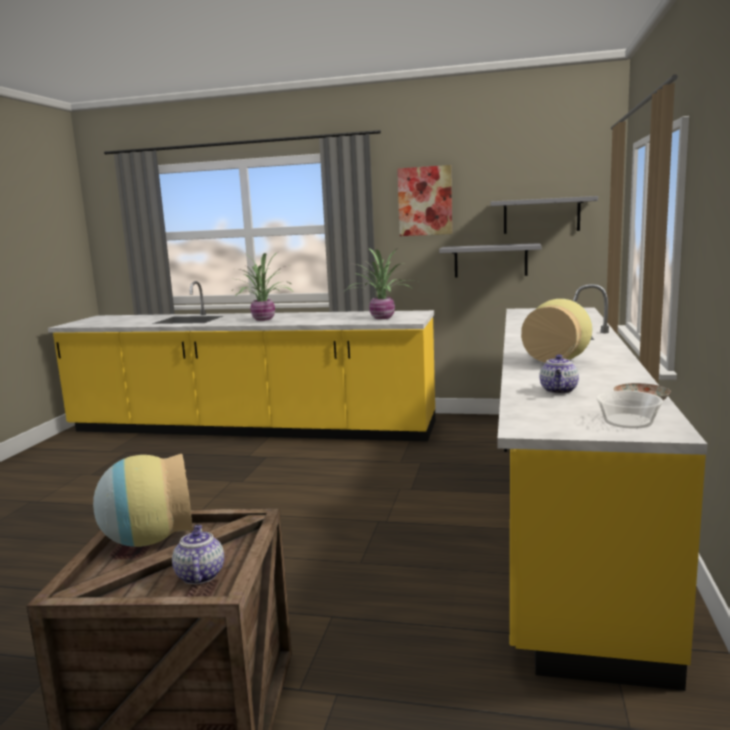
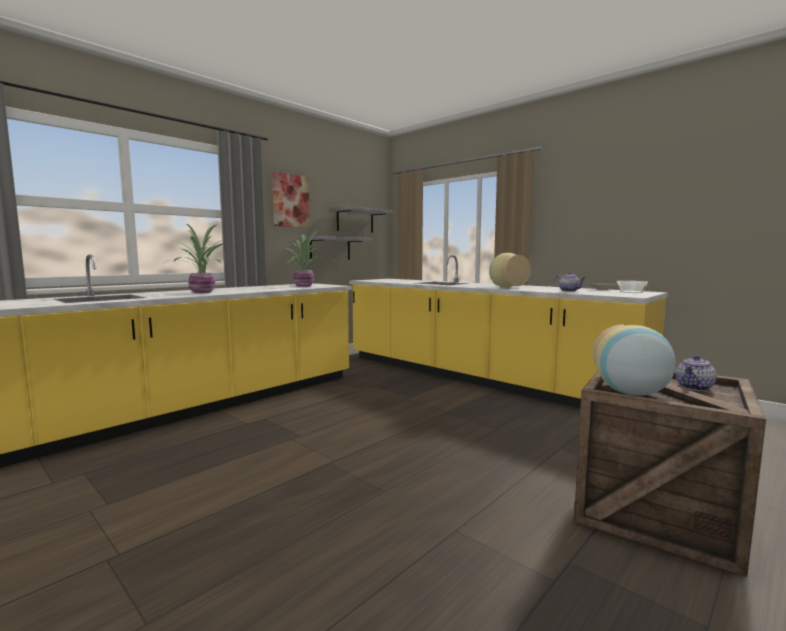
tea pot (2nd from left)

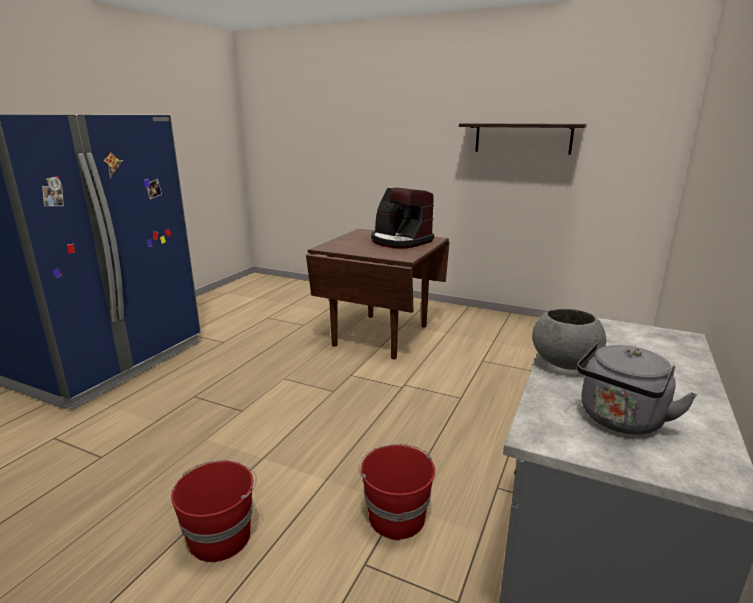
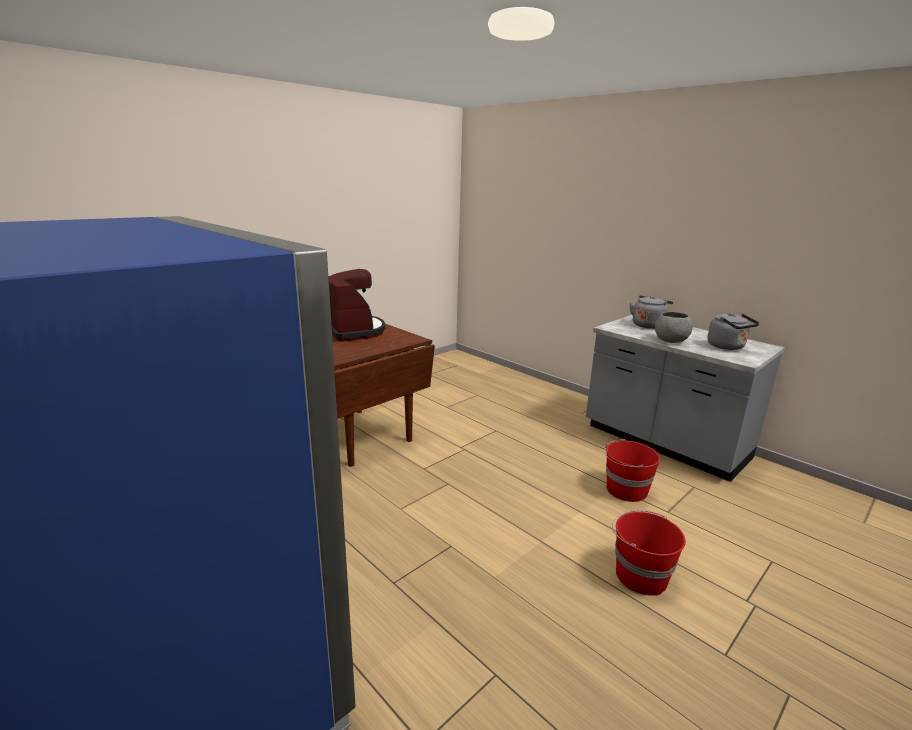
coffee brewer
greyish tea kettle (1st from left)
bracket shelf

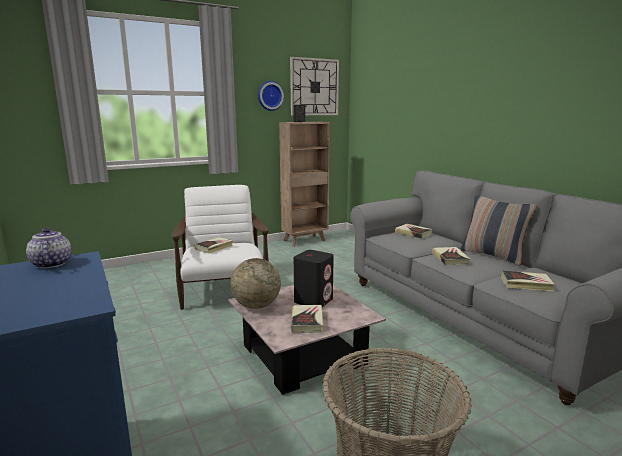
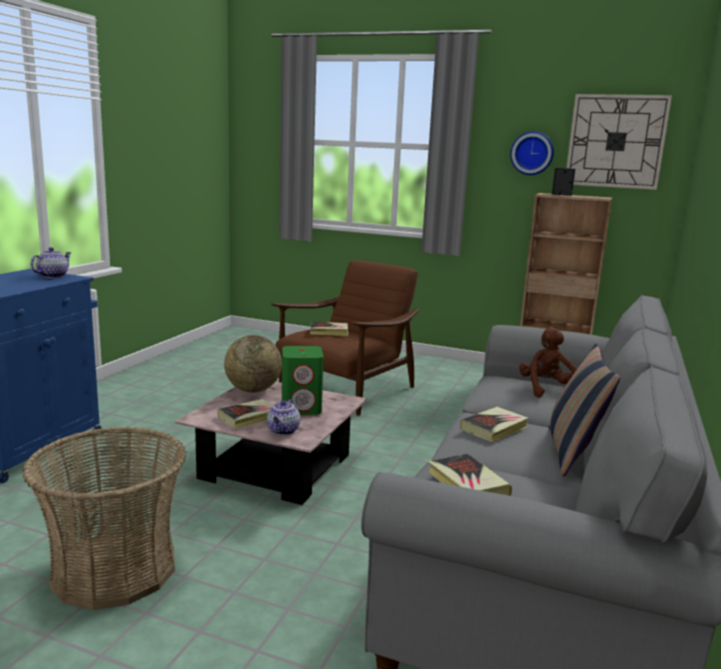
tea pot (2nd from left)
brownish armchair
greenish loudspeaker
brownish plush toy

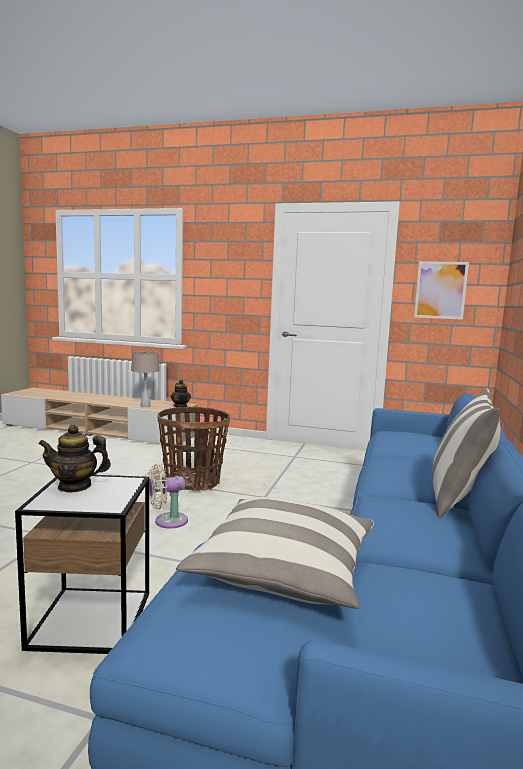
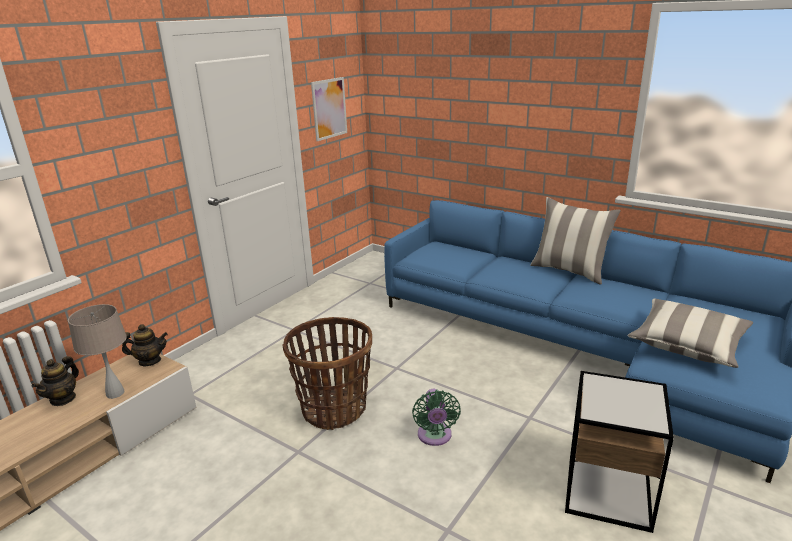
tea pot (1st from left)
greenish electric fan

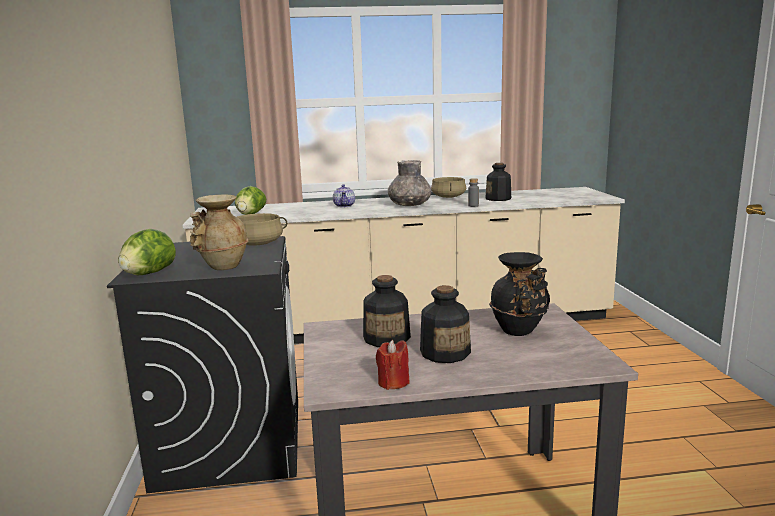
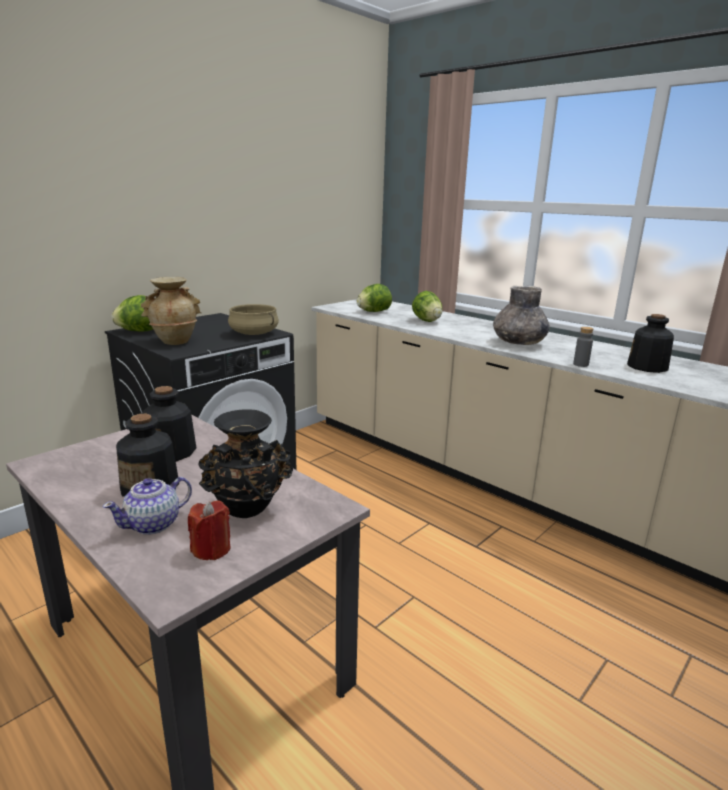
tea pot
red-coloured candle
lettuce head (3rd from left)
sand-coloured stockpot (2nd from left in the first image)

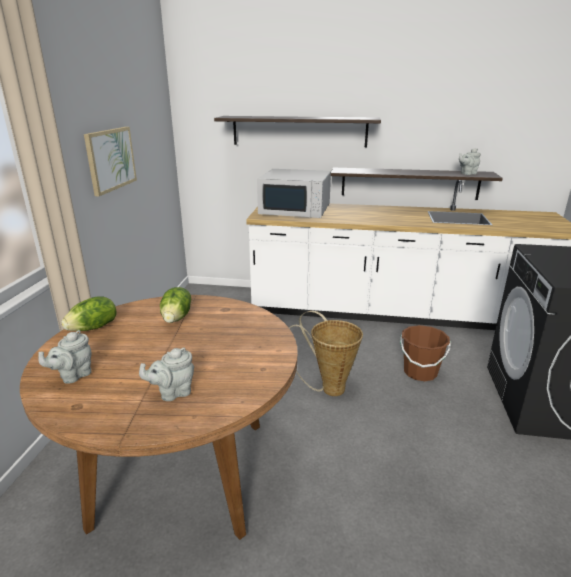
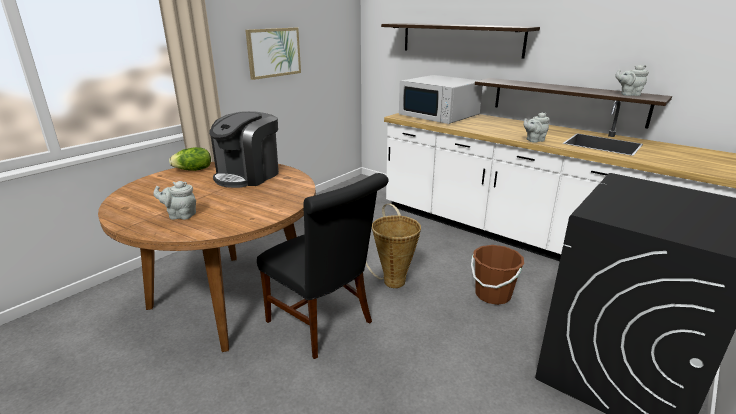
coffee brewer
black plain chair
greyish tea pot (2nd from left)

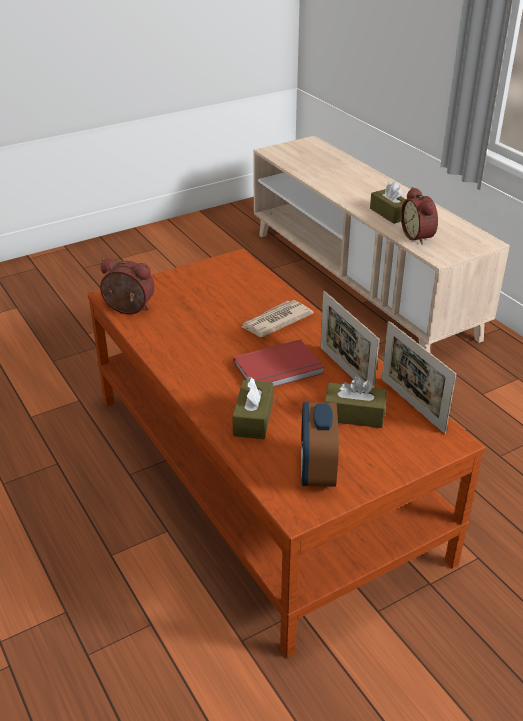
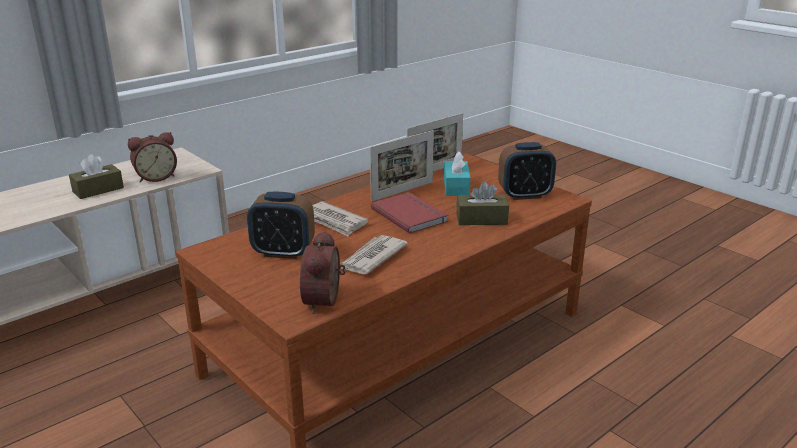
alarm clock (2nd from left)
newspaper (2nd from left)
blue-green tissue holder

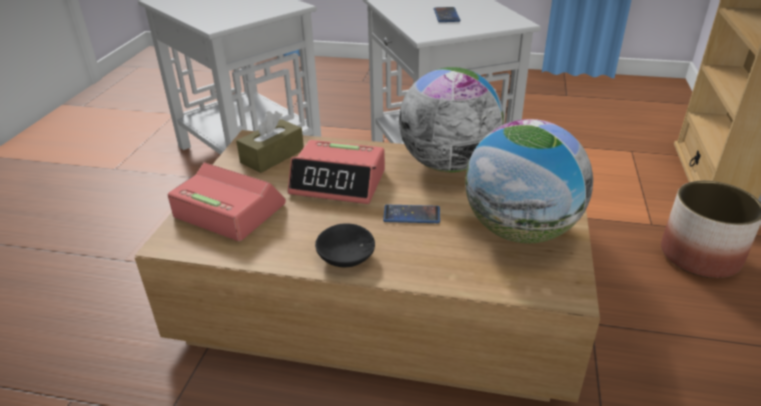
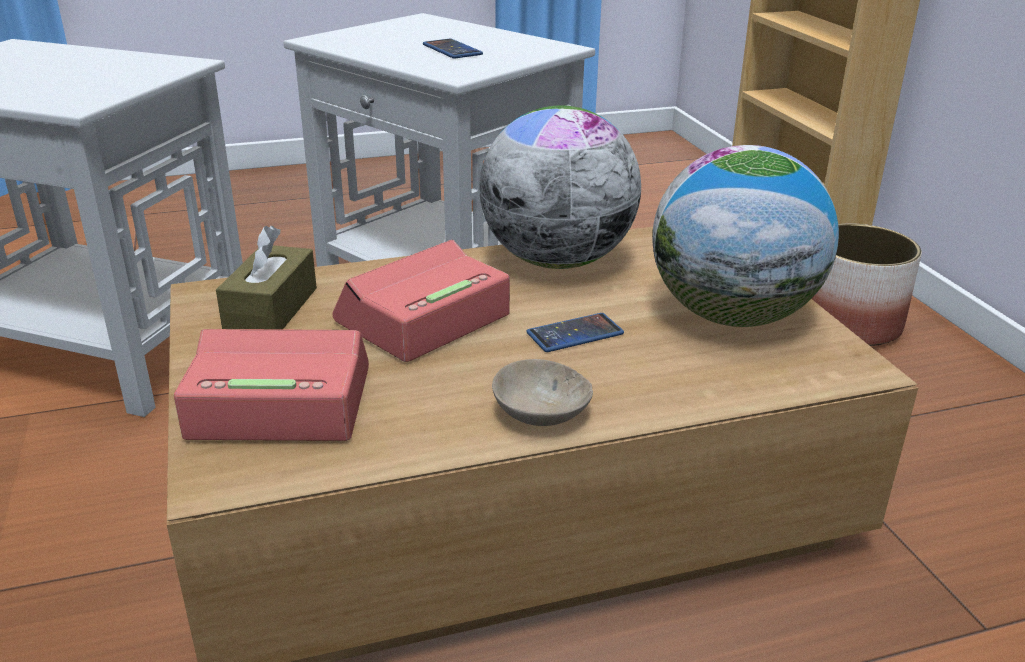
alarm clock (2nd from left)
sand-coloured bowl

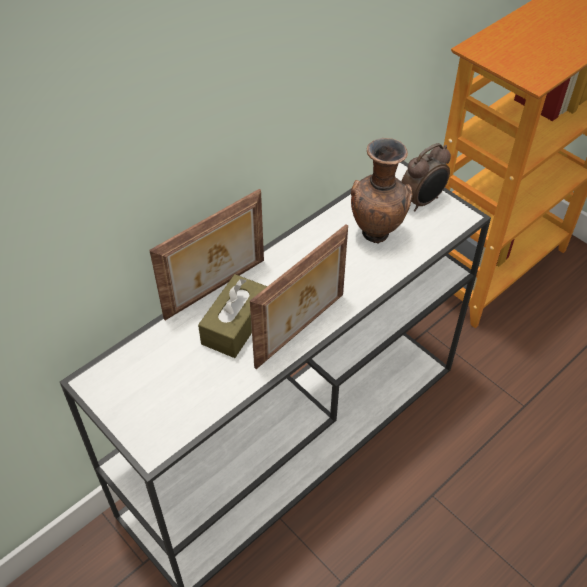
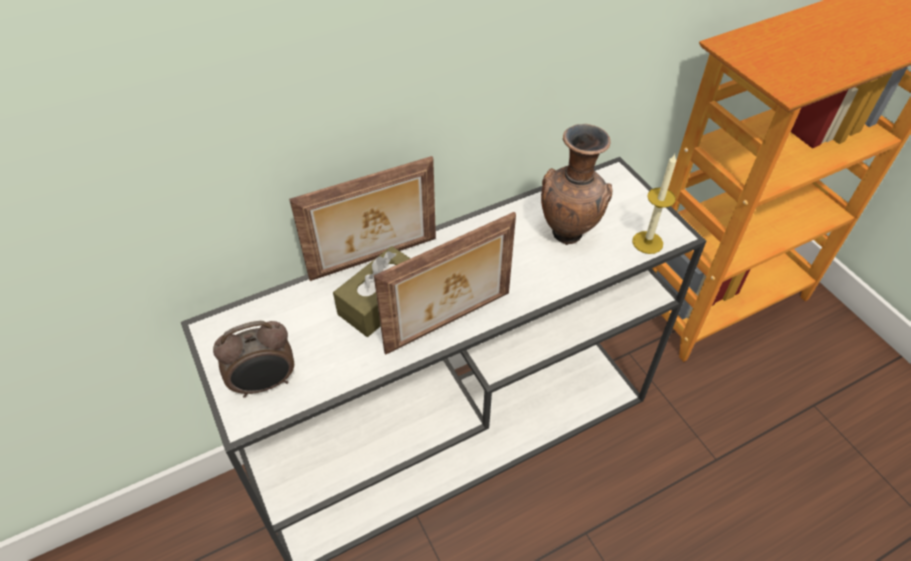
alarm clock
candle

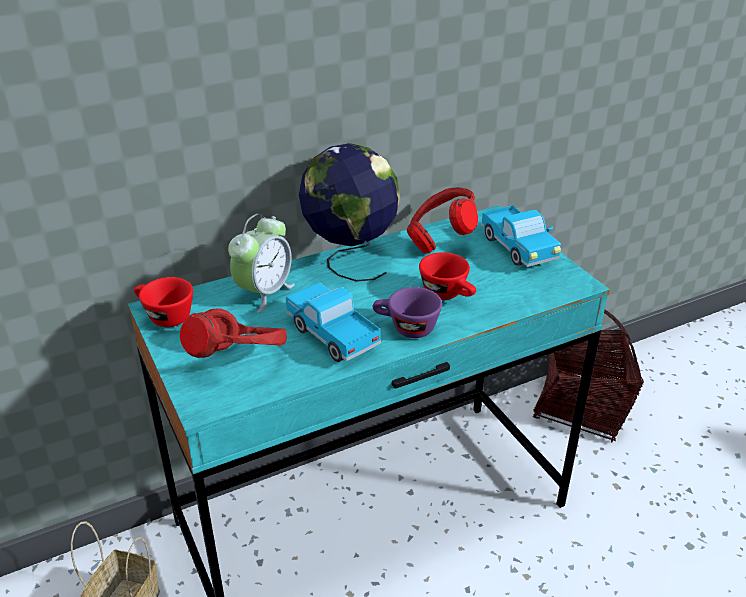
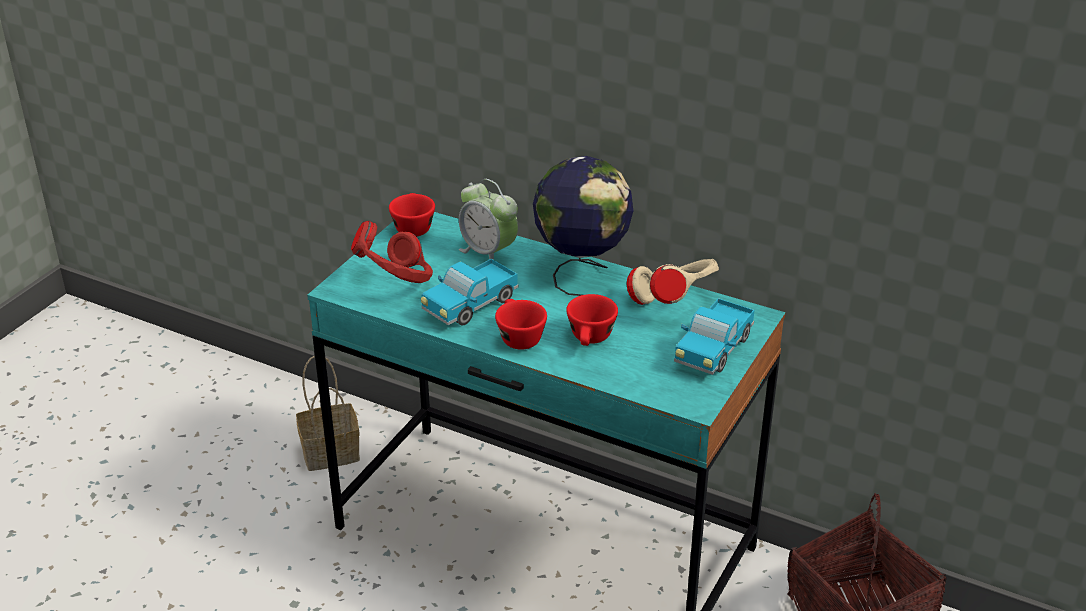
toy lorry (1st from left)
alarm clock
red-coloured drinking cup (2nd from left)
sand-coloured headset

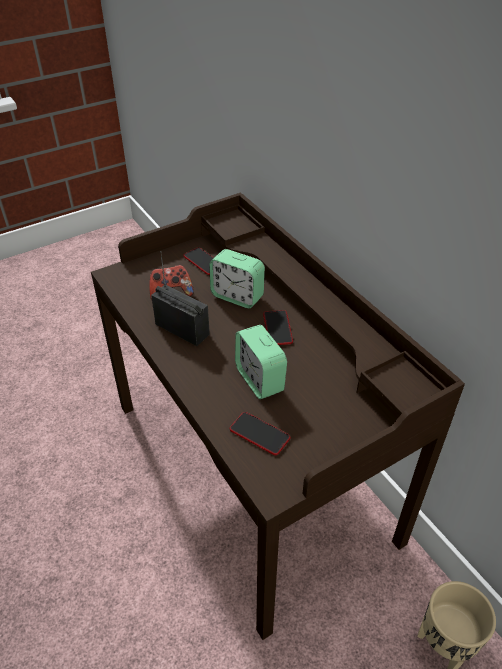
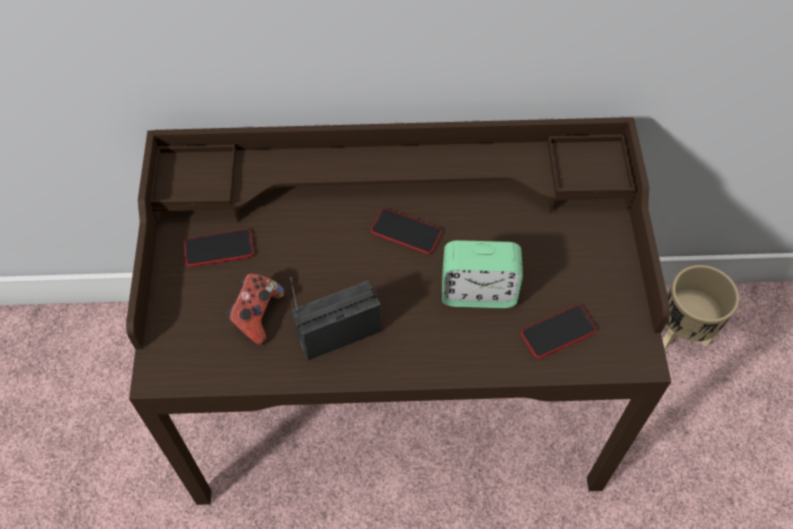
alarm clock (1st from left in the first image)

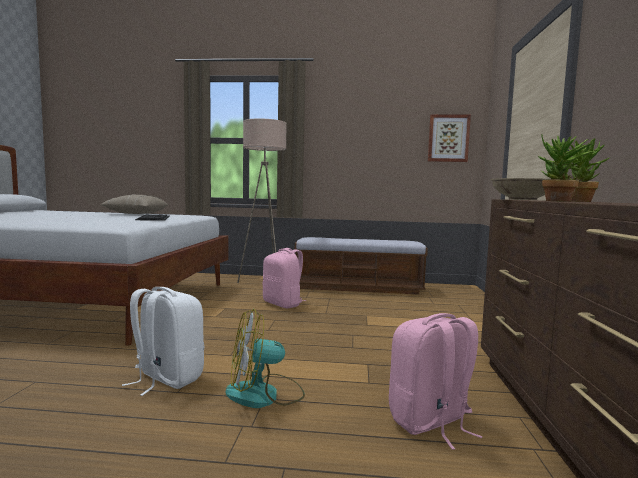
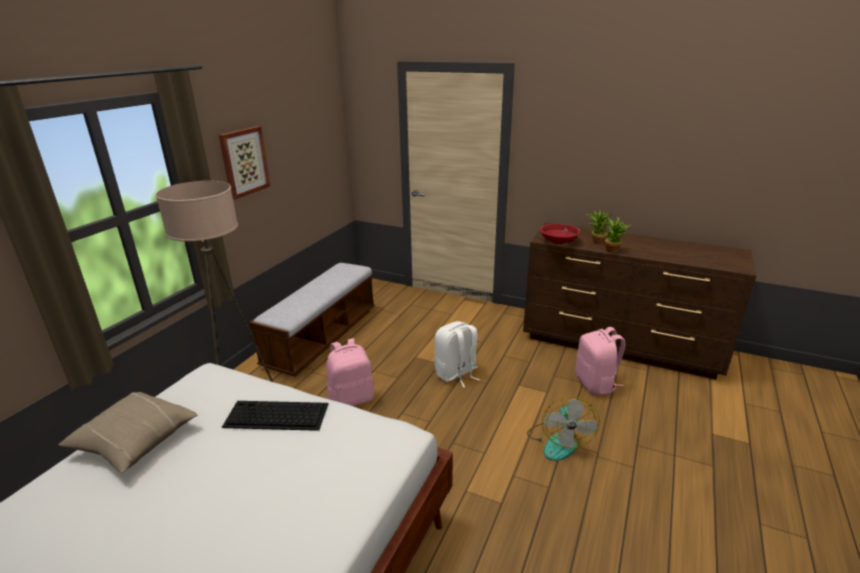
wall art
white-coloured backpack
red-coloured bowl

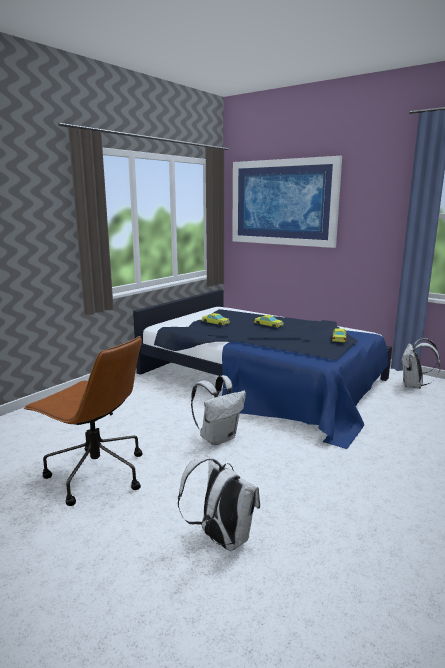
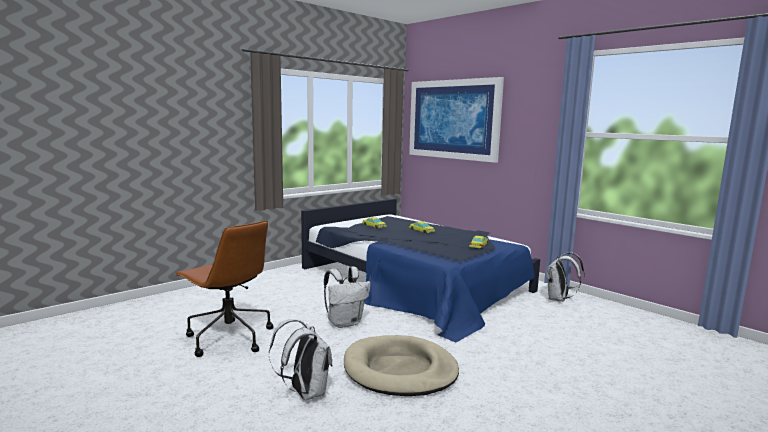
sand-coloured dog cushion

